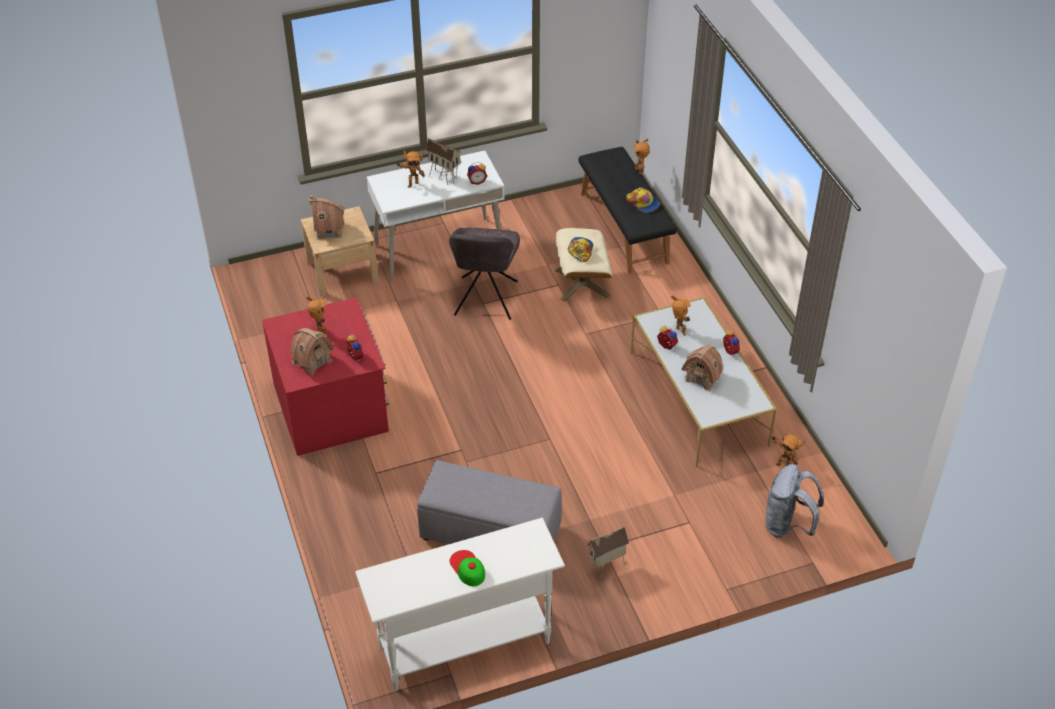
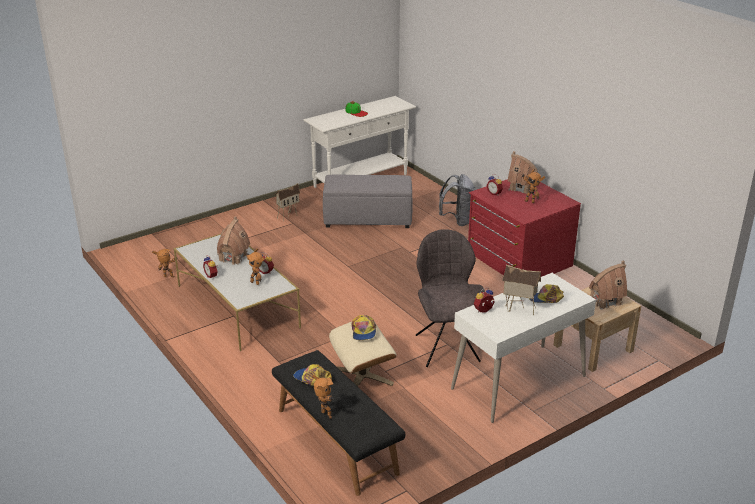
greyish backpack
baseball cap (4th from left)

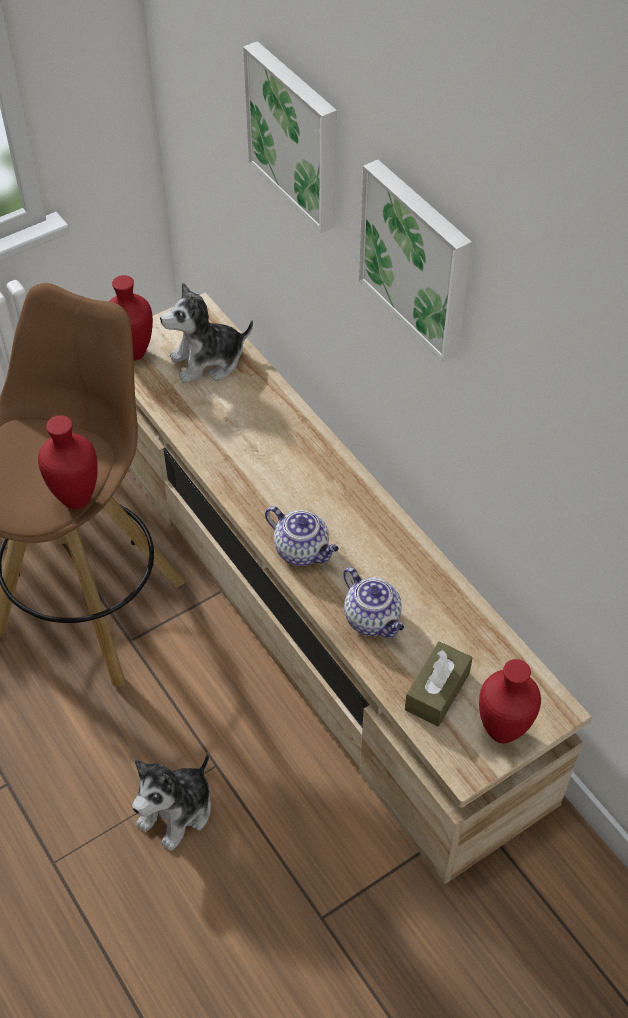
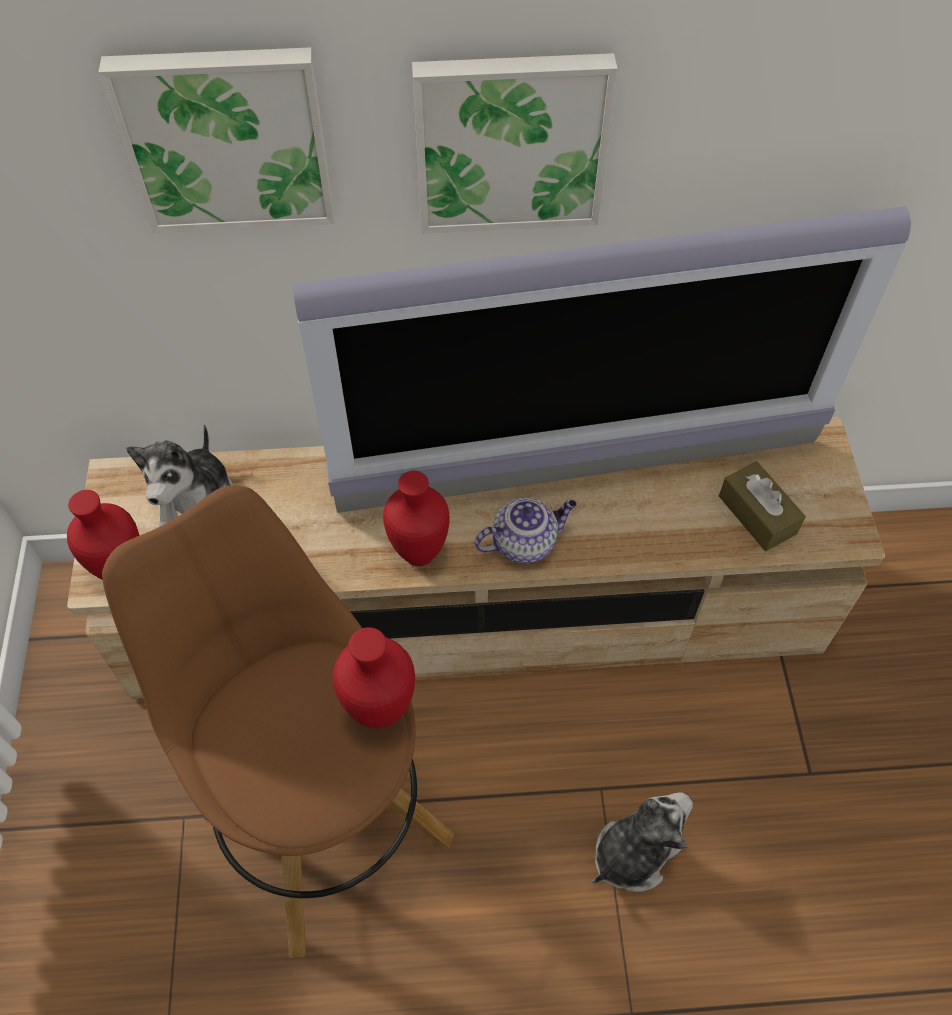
TV set
red-coloured flower vase (3rd from left)
plush toy (2nd from left)
tea pot (2nd from left in the first image)

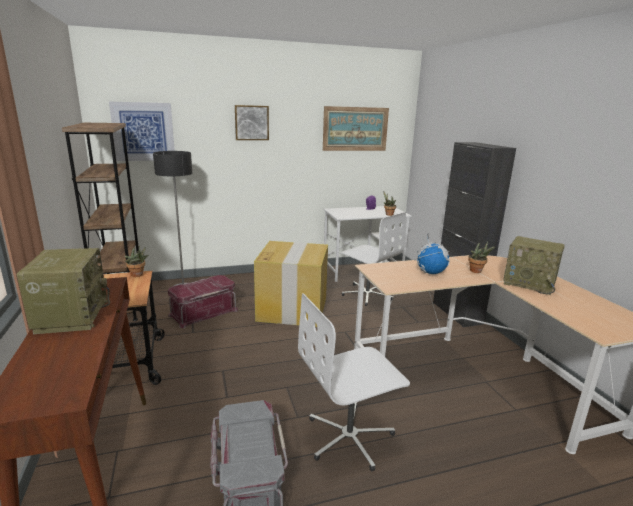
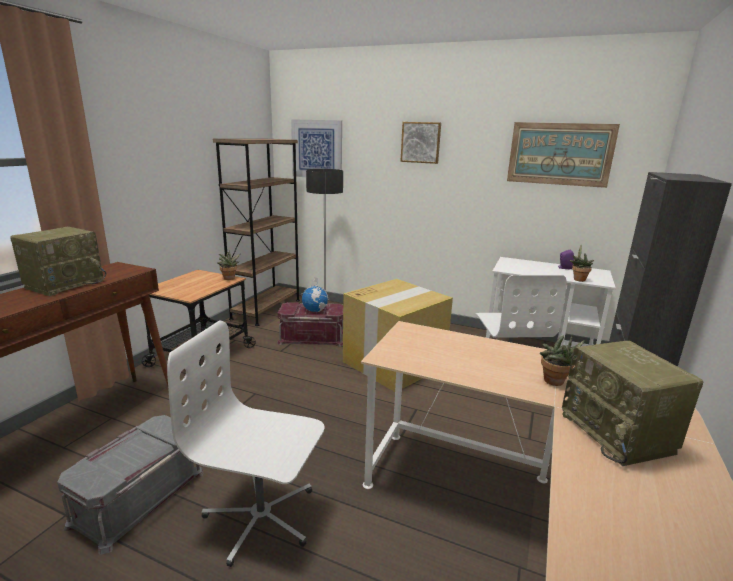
globe

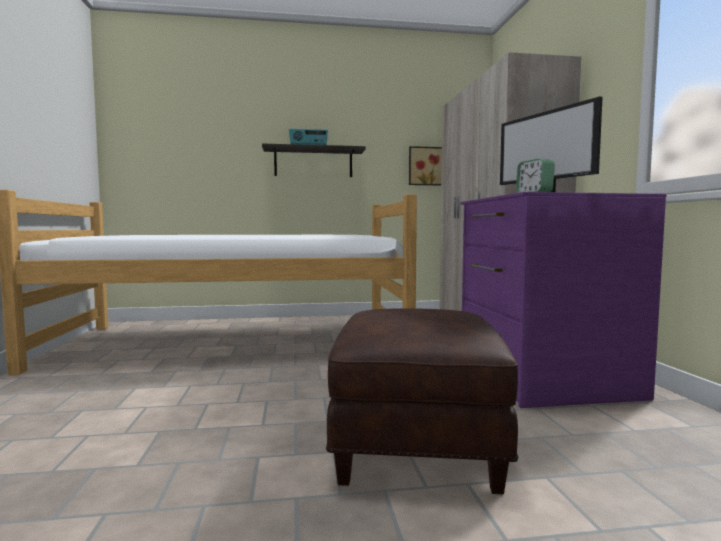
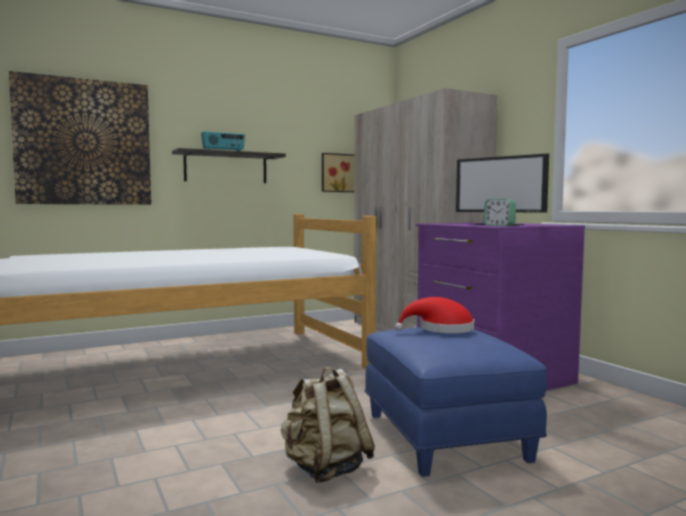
wall art (1st from left)
sand-coloured backpack
bluish footrest
red-coloured clothing hat

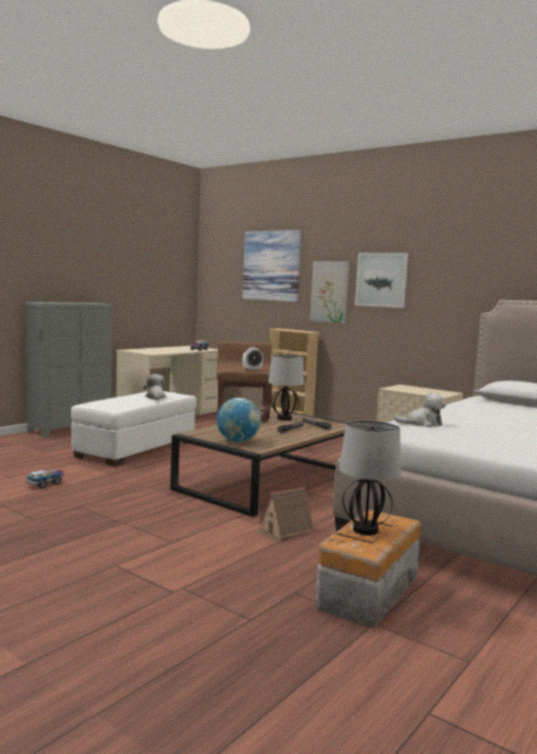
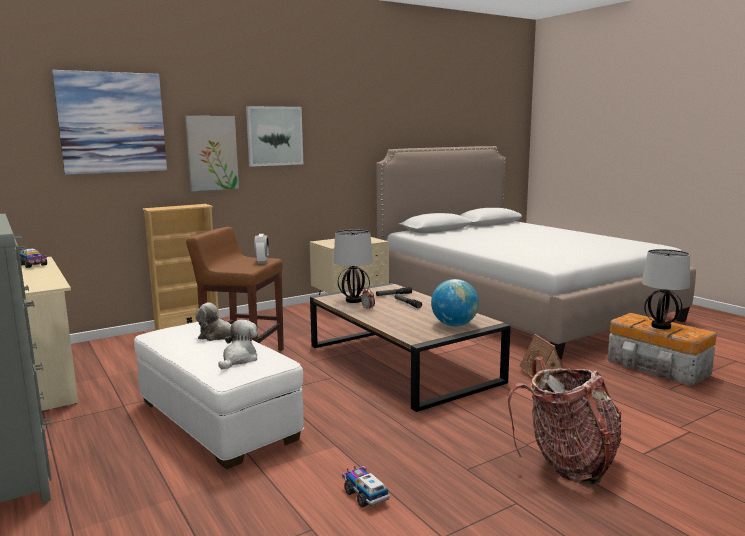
plush toy (2nd from left)
backpack

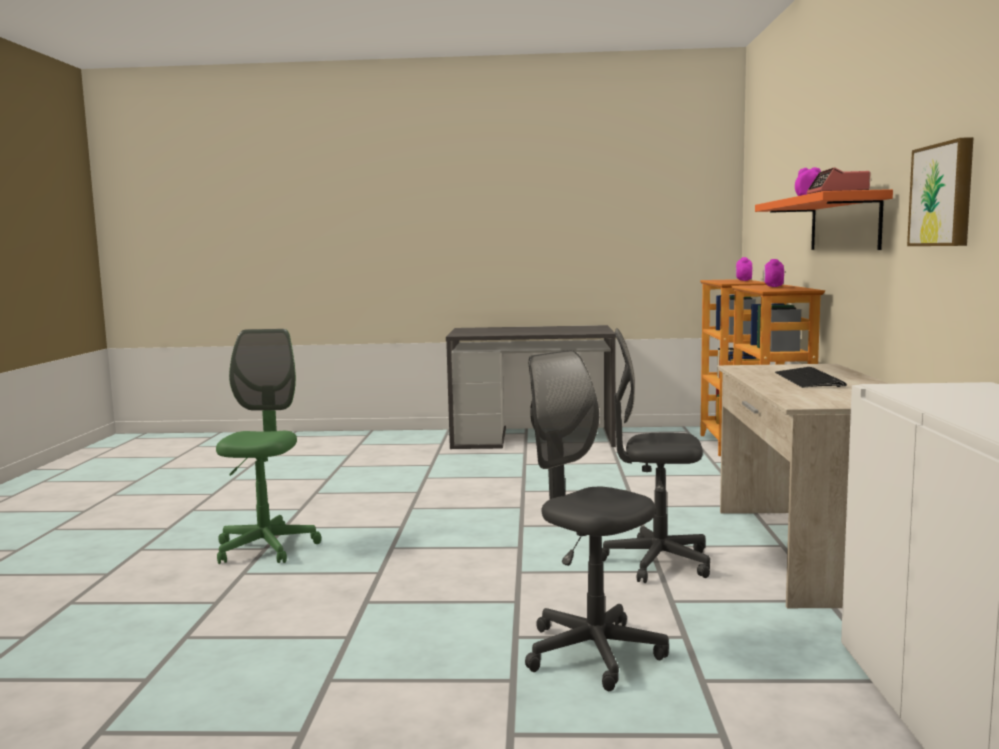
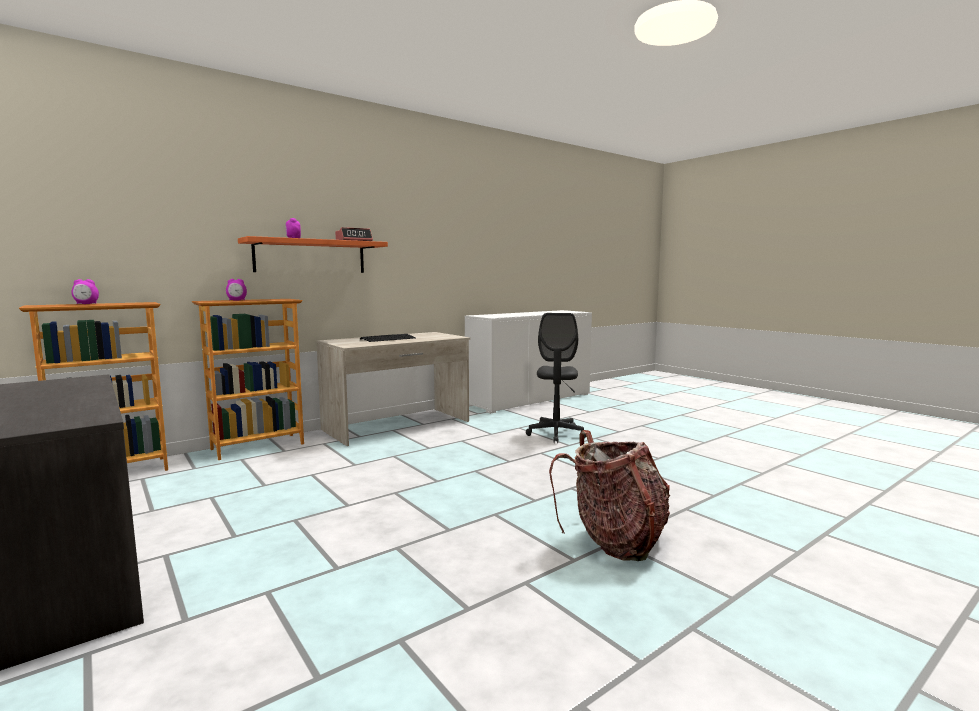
backpack
greyish computer chair (2nd from left in the first image)
wall art

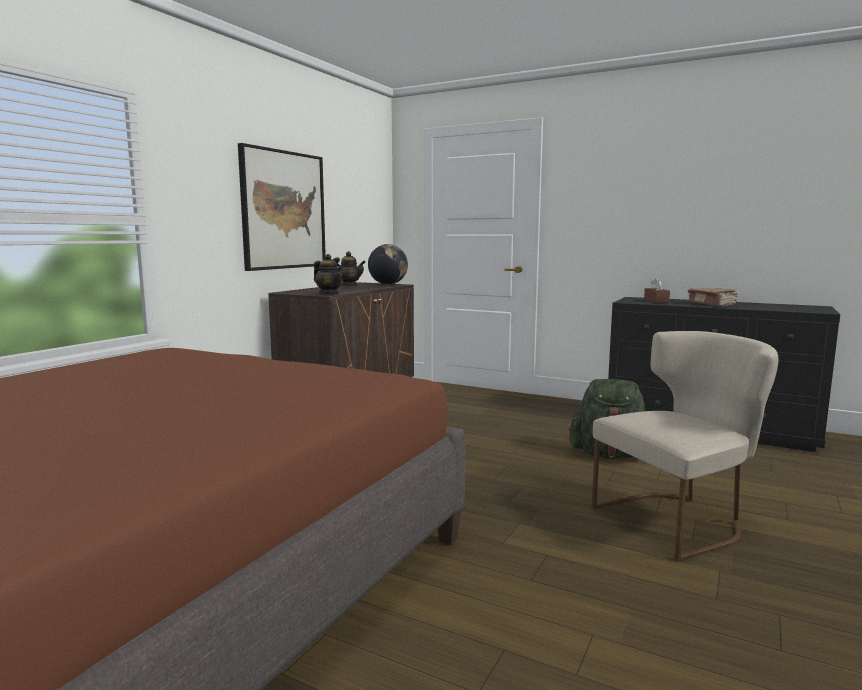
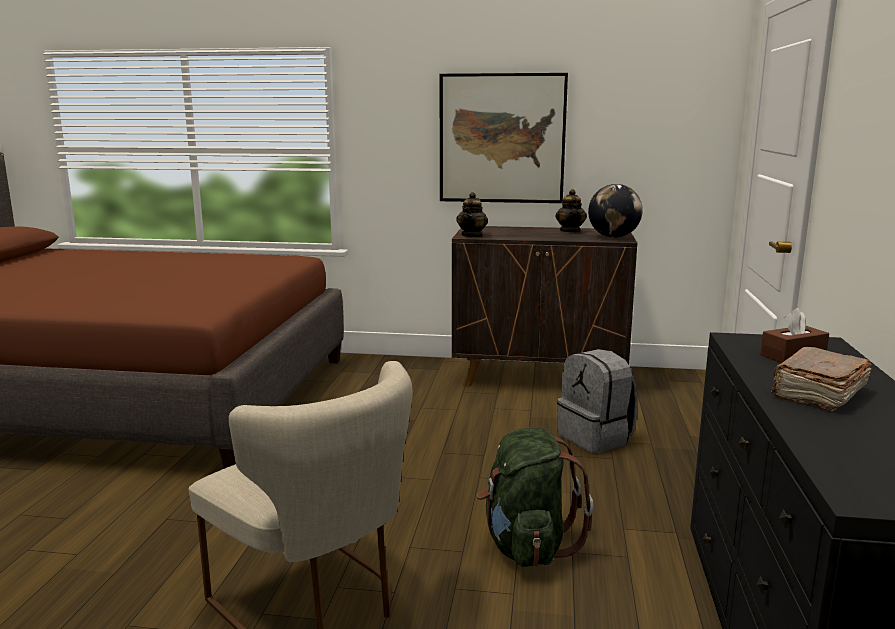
greyish backpack

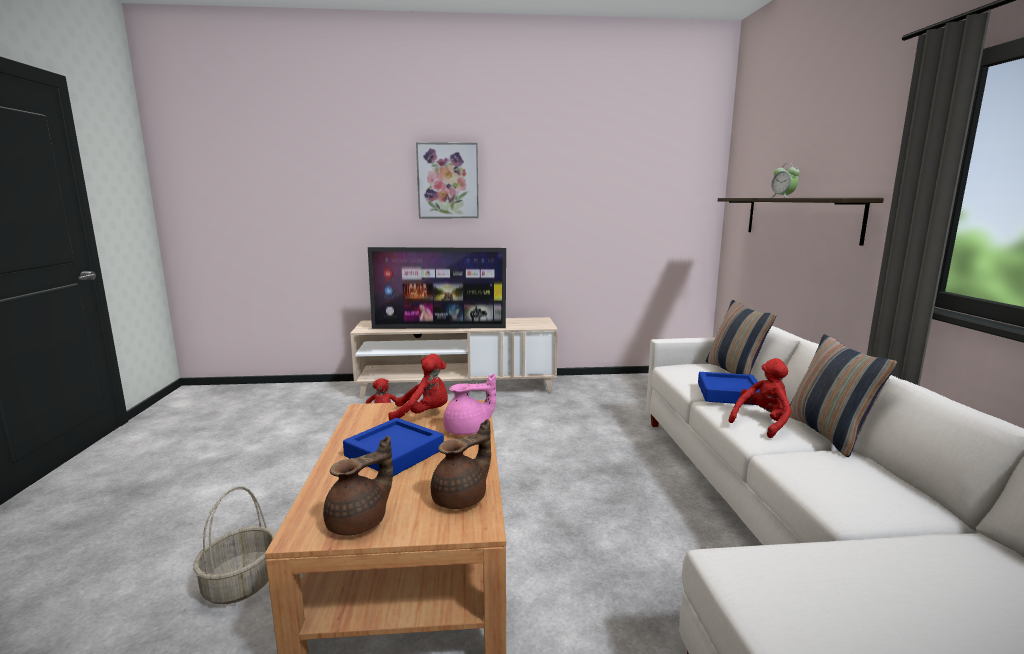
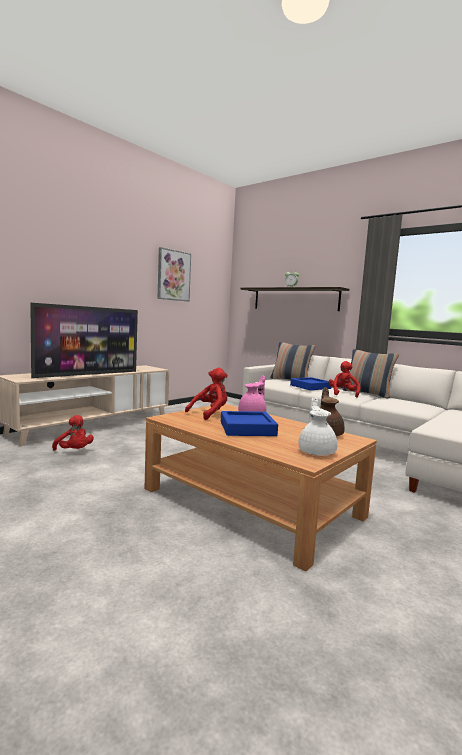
wall art
white-coloured tea pot
storage basket

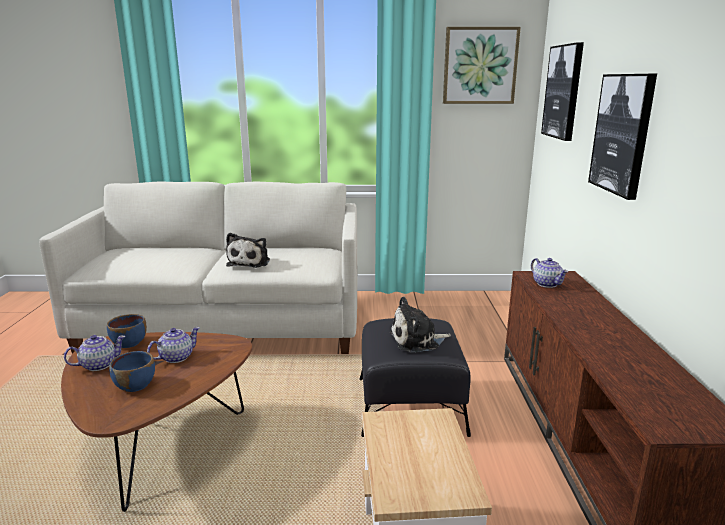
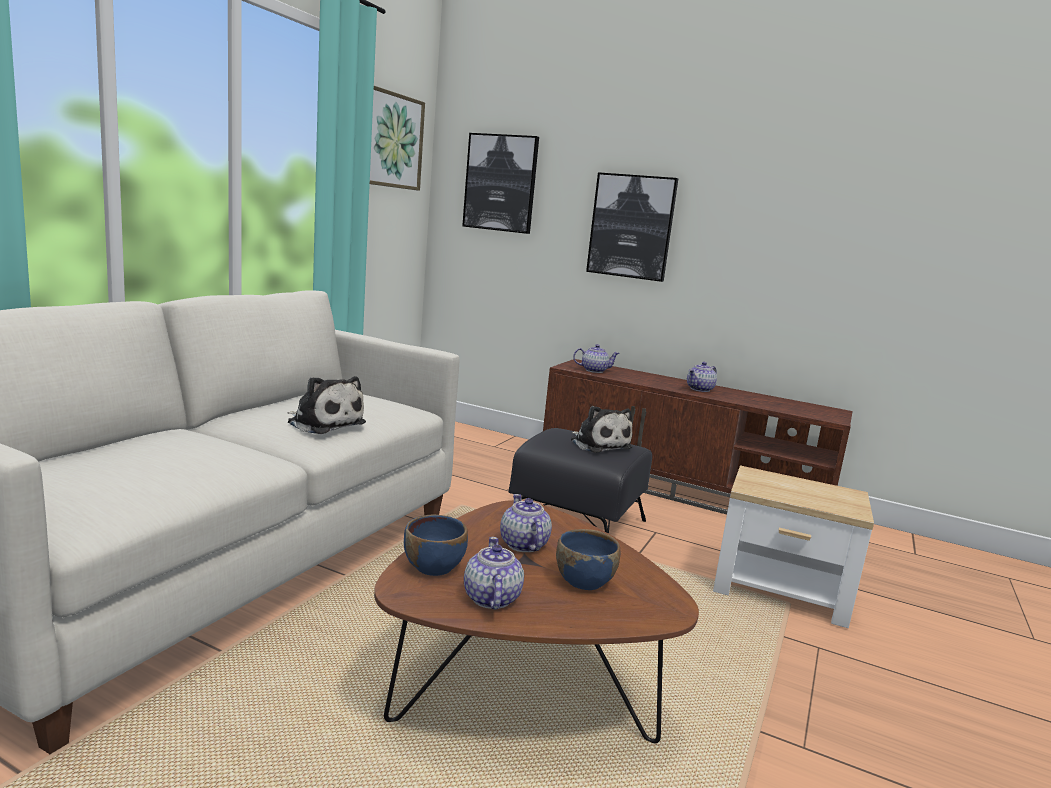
plush toy (2nd from left)
tea pot (4th from left)

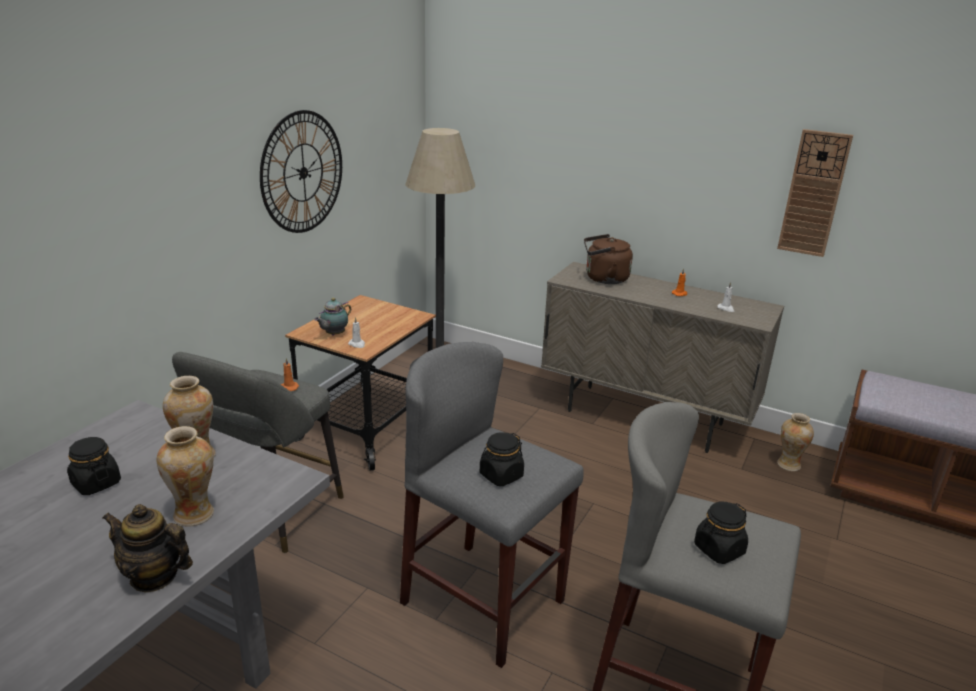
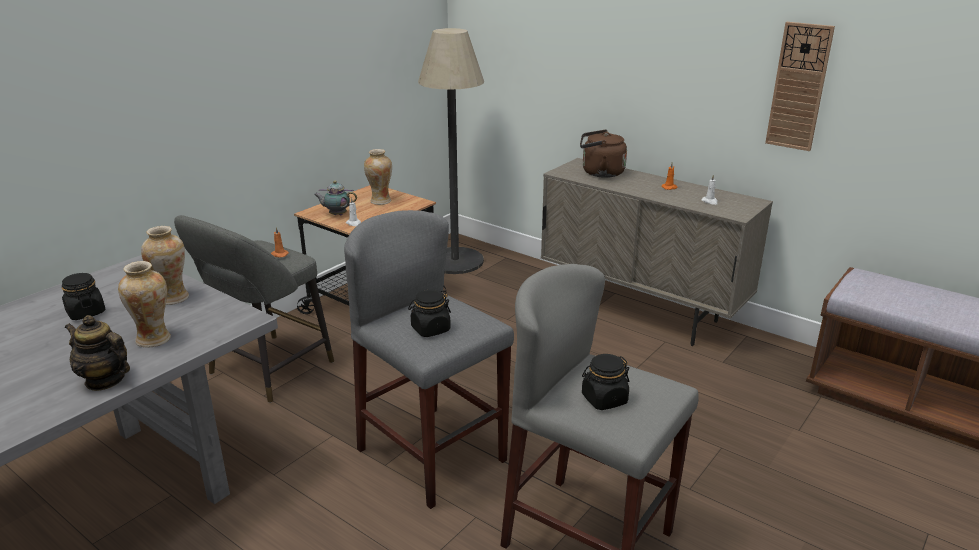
tea pot (2nd from left)
flower vase (3rd from left)
clock on the wall (1st from left in the first image)

